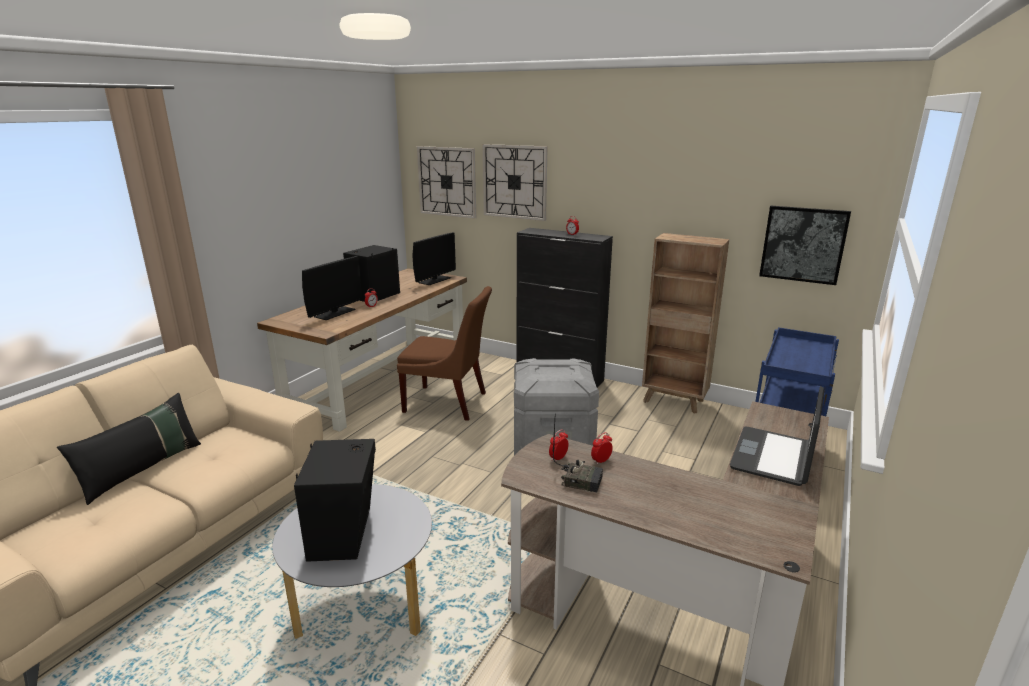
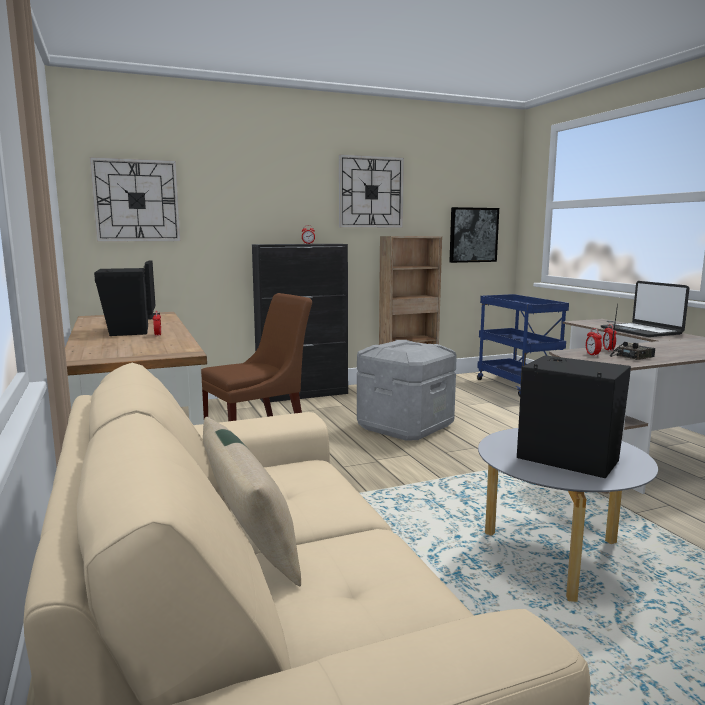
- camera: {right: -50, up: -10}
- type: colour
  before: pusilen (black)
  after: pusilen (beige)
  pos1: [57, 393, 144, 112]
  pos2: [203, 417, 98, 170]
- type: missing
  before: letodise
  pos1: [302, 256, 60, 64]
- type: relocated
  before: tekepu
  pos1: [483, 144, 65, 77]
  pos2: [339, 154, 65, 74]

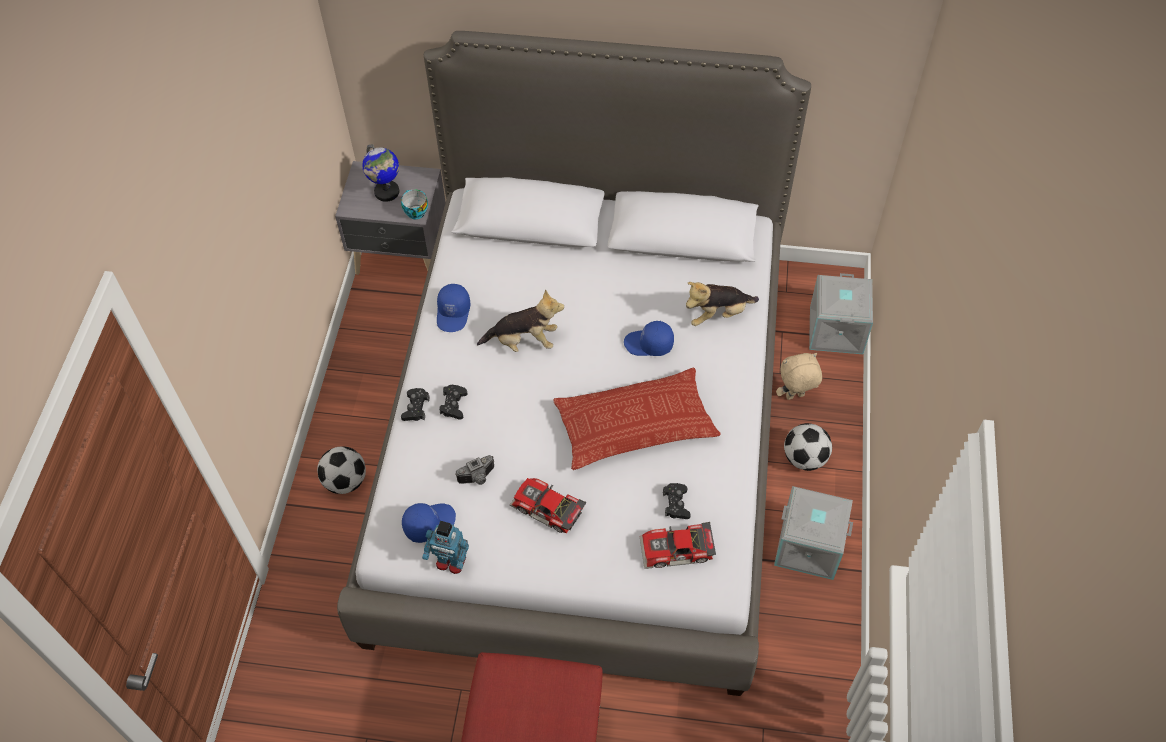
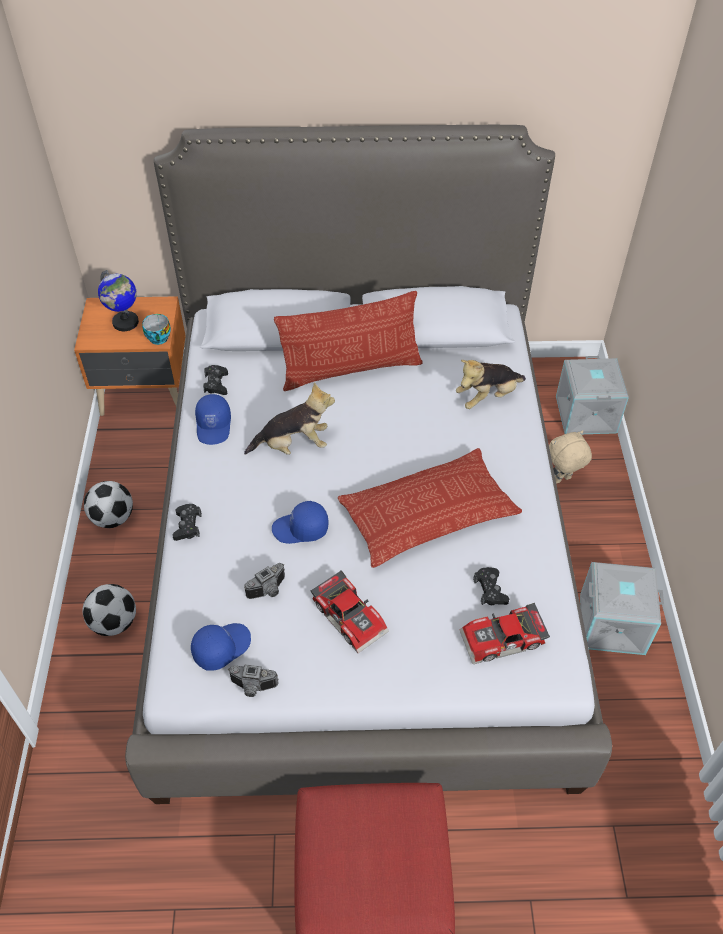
- camera: {right: -10, up: -5}
- type: colour
  before: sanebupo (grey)
  after: sanebupo (orange)
  pos1: [335, 161, 111, 114]
  pos2: [74, 296, 112, 120]
- type: exchanged
  before: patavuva
  after: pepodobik
  pos1: [422, 521, 47, 53]
  pos2: [228, 664, 51, 33]
- type: relocated
  before: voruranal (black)
  pos1: [439, 385, 29, 34]
  pos2: [203, 365, 25, 30]
- type: spun
  before: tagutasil
  pos1: [510, 478, 76, 55]
  pos2: [310, 570, 79, 83]
  turn: -150
- type: relocated
  before: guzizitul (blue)
  pos1: [624, 321, 50, 35]
  pos2: [272, 501, 56, 43]
- type: relocated
  before: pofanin
  pos1: [784, 423, 48, 48]
  pos2: [84, 481, 49, 47]
- type: appeared
  after: pusilen
  pos2: [274, 291, 149, 100]

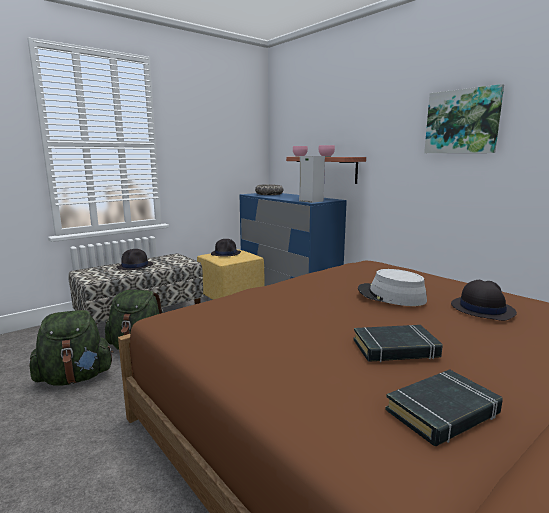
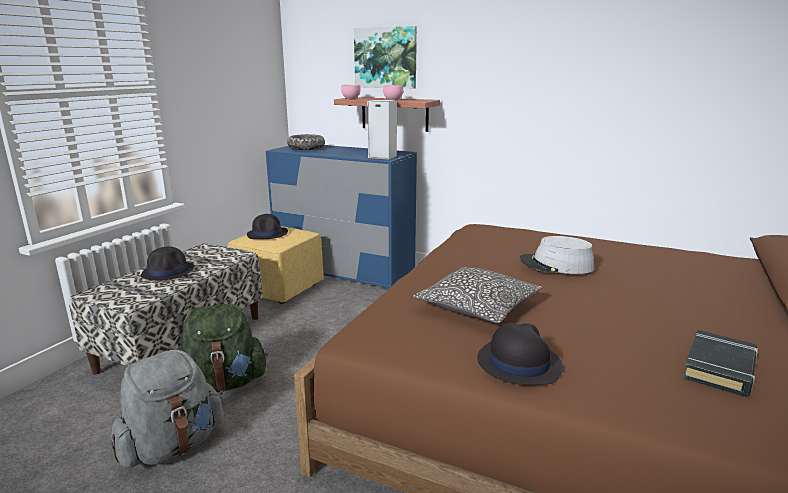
- camera: {right: -25, up: 5}
- type: colour
  before: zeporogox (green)
  after: zeporogox (grey)
  pos1: [29, 310, 85, 76]
  pos2: [111, 350, 113, 118]
- type: missing
  before: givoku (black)
  pos1: [353, 325, 90, 37]
- type: relocated
  before: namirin
  pos1: [424, 84, 80, 69]
  pos2: [354, 26, 63, 63]
- type: relocated
  before: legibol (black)
  pos1: [451, 280, 66, 41]
  pos2: [477, 323, 86, 62]
- type: appeared
  after: pusilen
  pos2: [413, 267, 129, 56]

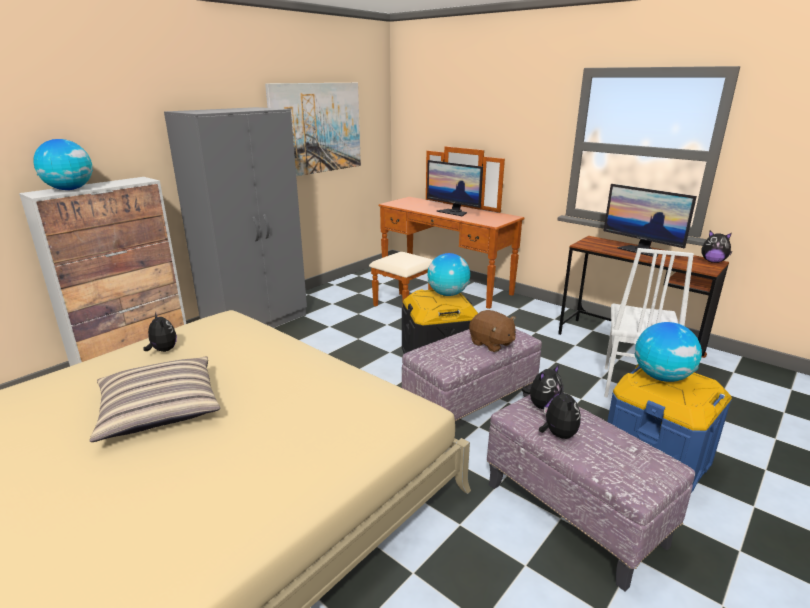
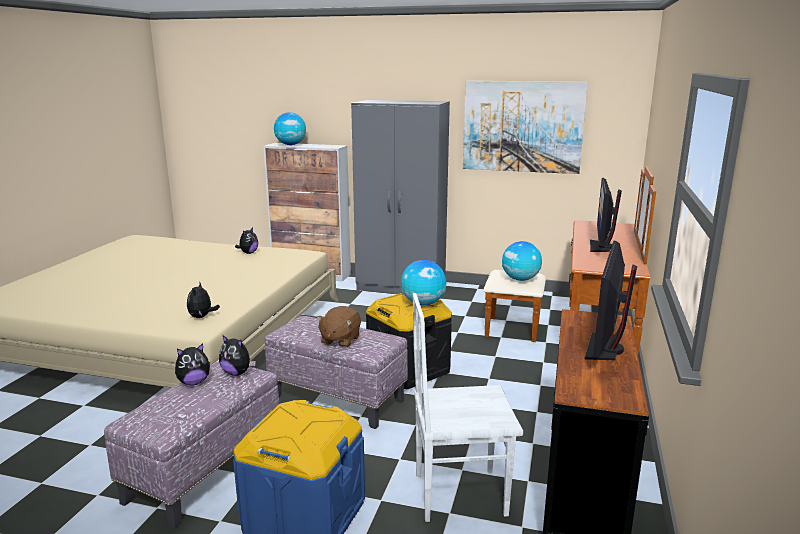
- camera: {right: 65, up: -5}
- type: missing
  before: pusilen
  pos1: [90, 356, 130, 86]
- type: relocated
  before: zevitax
  pos1: [634, 322, 68, 60]
  pos2: [502, 241, 40, 40]
- type: relocated
  before: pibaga
  pos1: [702, 231, 30, 32]
  pos2: [187, 283, 33, 35]

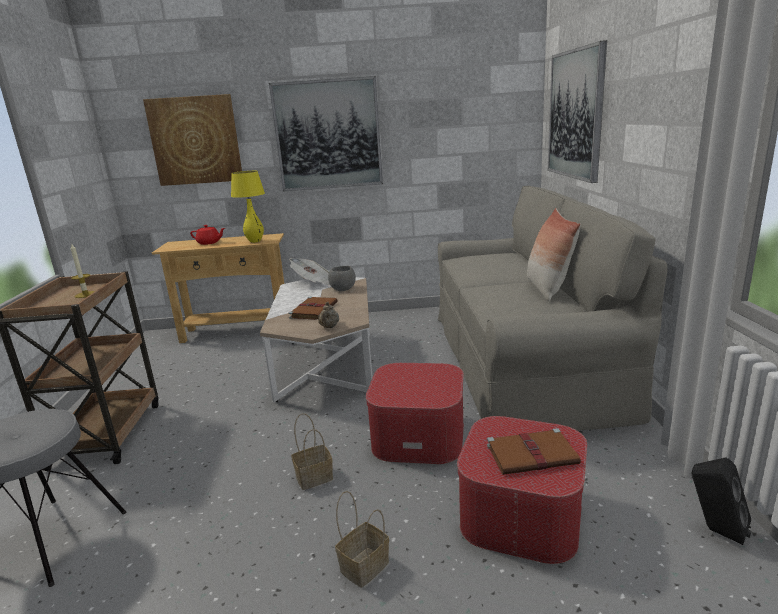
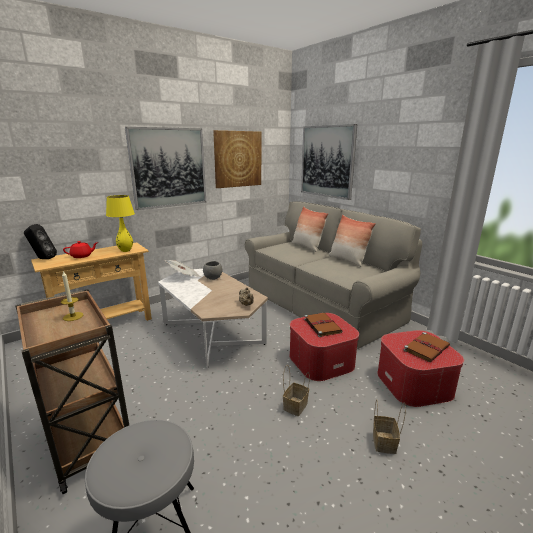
- camera: {right: -35, up: 0}
- type: relocated
  before: namirin
  pos1: [143, 94, 99, 92]
  pos2: [213, 130, 48, 58]
- type: relocated
  before: givoku (brown)
  pos1: [288, 297, 50, 23]
  pos2: [304, 313, 39, 24]
- type: relocated
  before: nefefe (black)
  pos1: [692, 457, 59, 88]
  pos2: [24, 224, 33, 35]
- type: appeared
  after: pusilen
  pos2: [292, 206, 37, 46]

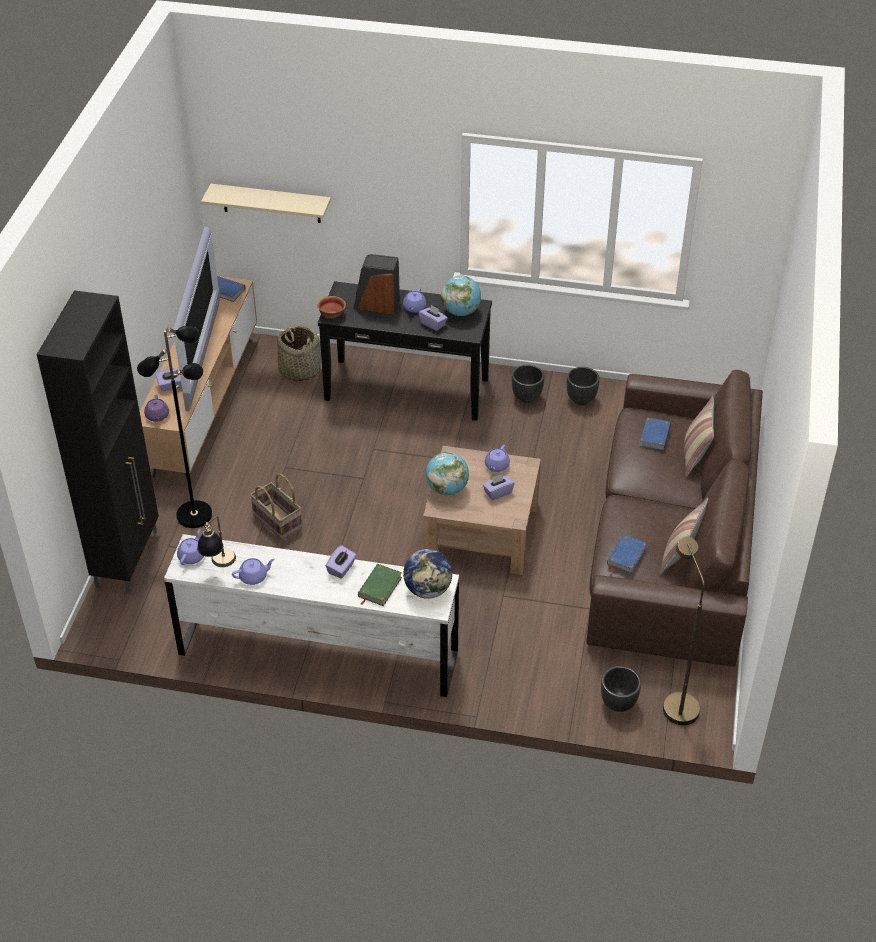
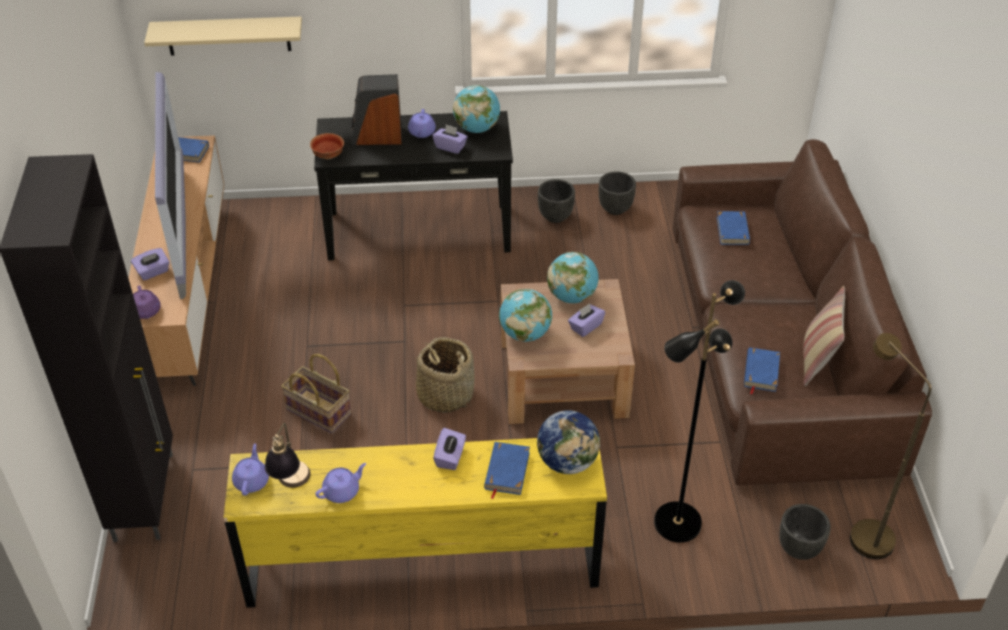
- camera: {right: -15, up: 0}
- type: relocated
  before: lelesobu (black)
  pos1: [137, 326, 75, 202]
  pos2: [654, 280, 91, 263]
- type: colour
  before: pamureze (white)
  after: pamureze (yellow)
  pos1: [164, 534, 295, 163]
  pos2: [223, 438, 384, 170]
- type: relocated
  before: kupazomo
  pos1: [277, 325, 44, 57]
  pos2: [416, 337, 58, 76]
- type: colour
  before: givoku (green)
  after: givoku (blue)
  pos1: [358, 564, 44, 42]
  pos2: [484, 442, 46, 57]
- type: exchanged
  before: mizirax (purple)
  after: zevitax
  pos1: [485, 445, 25, 27]
  pos2: [547, 252, 52, 51]
- type: missing
  before: pusilen
  pos1: [684, 396, 30, 81]

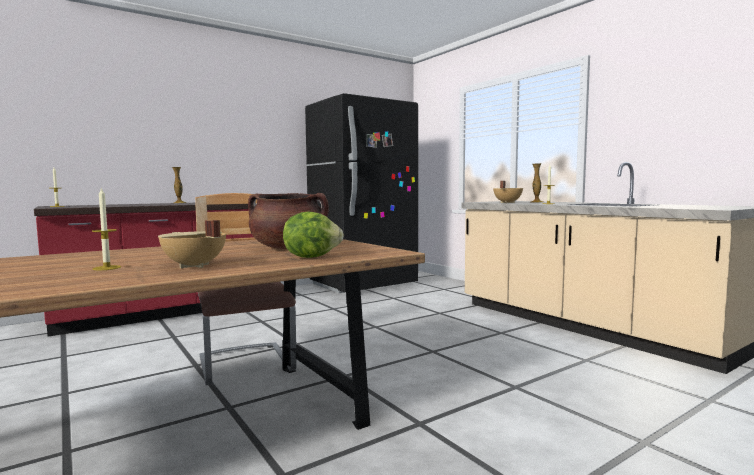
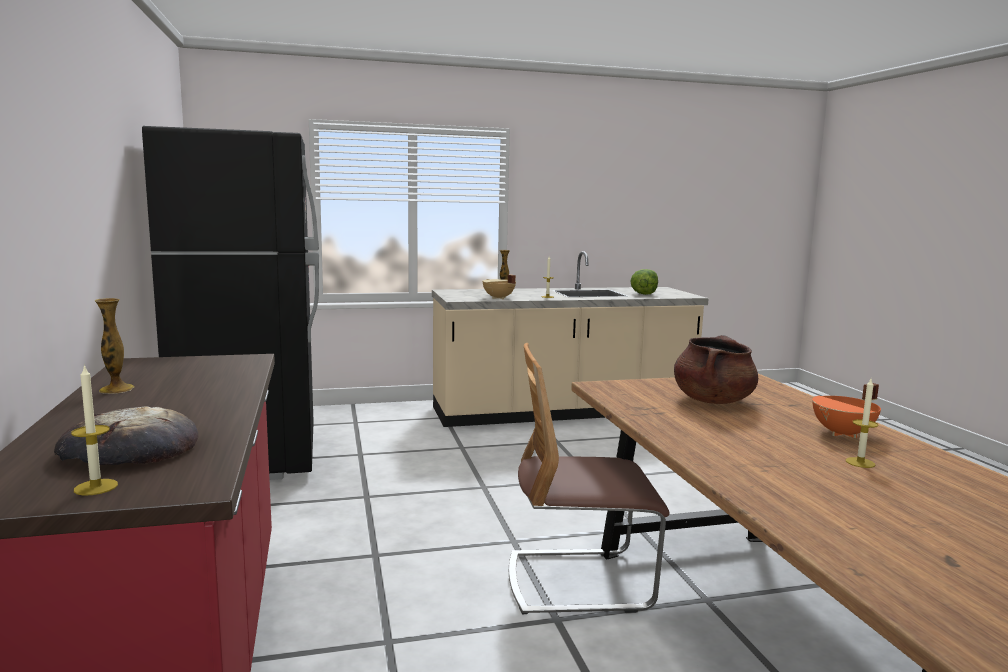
- camera: {right: -70, up: 5}
- type: colour
  before: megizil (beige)
  after: megizil (orange)
  pos1: [158, 220, 68, 48]
  pos2: [812, 383, 69, 55]
- type: relocated
  before: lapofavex
  pos1: [283, 211, 61, 47]
  pos2: [630, 269, 28, 26]
- type: appeared
  after: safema
  pos2: [54, 406, 144, 59]

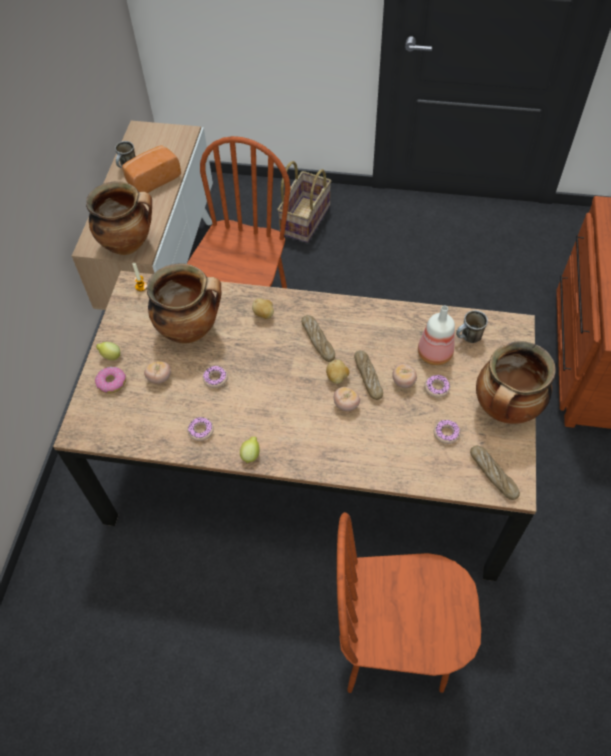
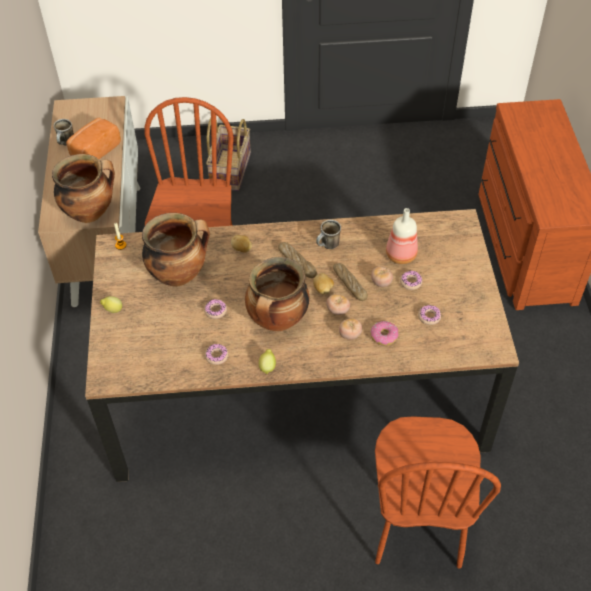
- camera: {right: -15, up: -5}
- type: relocated
  before: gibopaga
  pos1: [95, 367, 31, 26]
  pos2: [371, 321, 28, 25]
- type: relocated
  before: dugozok
  pos1: [144, 361, 27, 23]
  pos2: [339, 318, 23, 22]
- type: spun
  before: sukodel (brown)
  pos1: [337, 512, 144, 181]
  pos2: [375, 416, 126, 153]
  turn: -75
- type: relocated
  before: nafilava
  pos1: [456, 310, 32, 33]
  pos2: [316, 220, 25, 29]
- type: missing
  before: safema
  pos1: [470, 446, 50, 54]
- type: relocated
  before: megizil
  pos1: [476, 341, 80, 83]
  pos2: [245, 257, 64, 74]

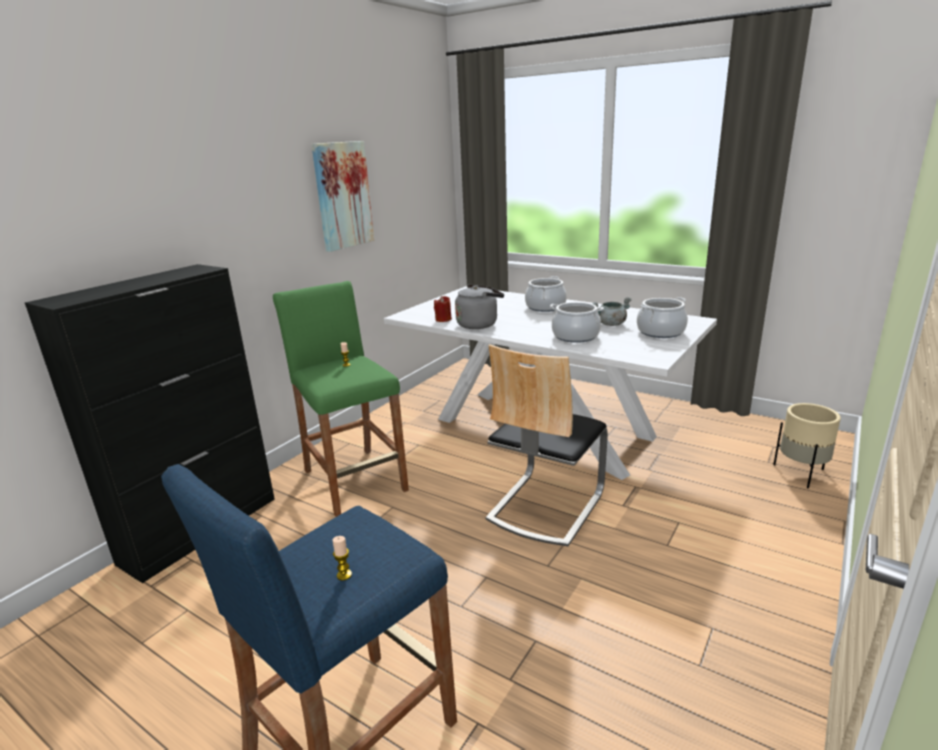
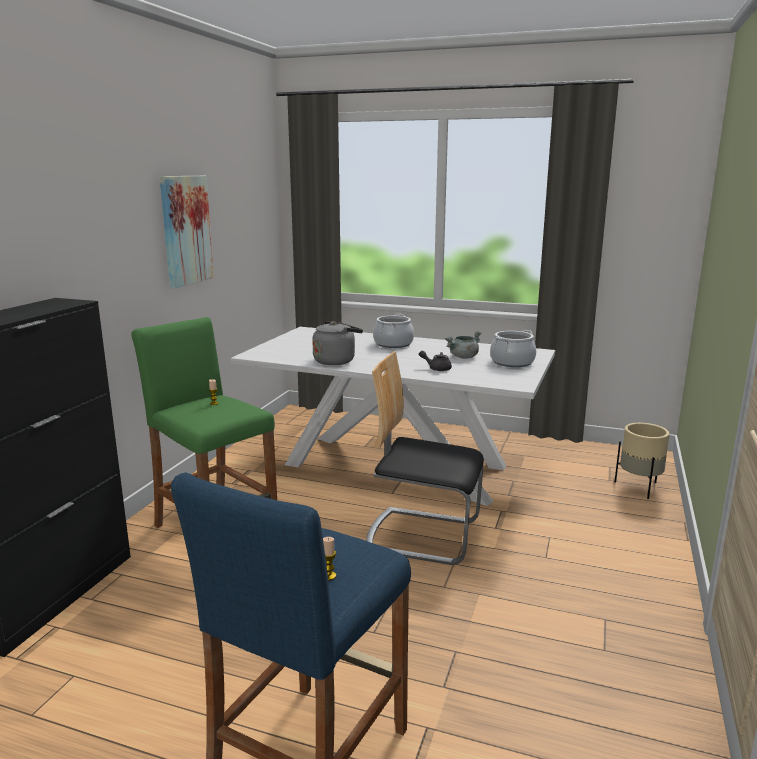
- camera: {right: -15, up: -5}
- type: missing
  before: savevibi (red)
  pos1: [434, 296, 18, 26]
- type: spun
  before: sukodel
  pos1: [486, 344, 122, 202]
  pos2: [366, 351, 118, 214]
  turn: 90
- type: exchanged
  before: megizil
  after: mizirax (grey)
  pos1: [550, 302, 54, 41]
  pos2: [419, 351, 33, 20]

